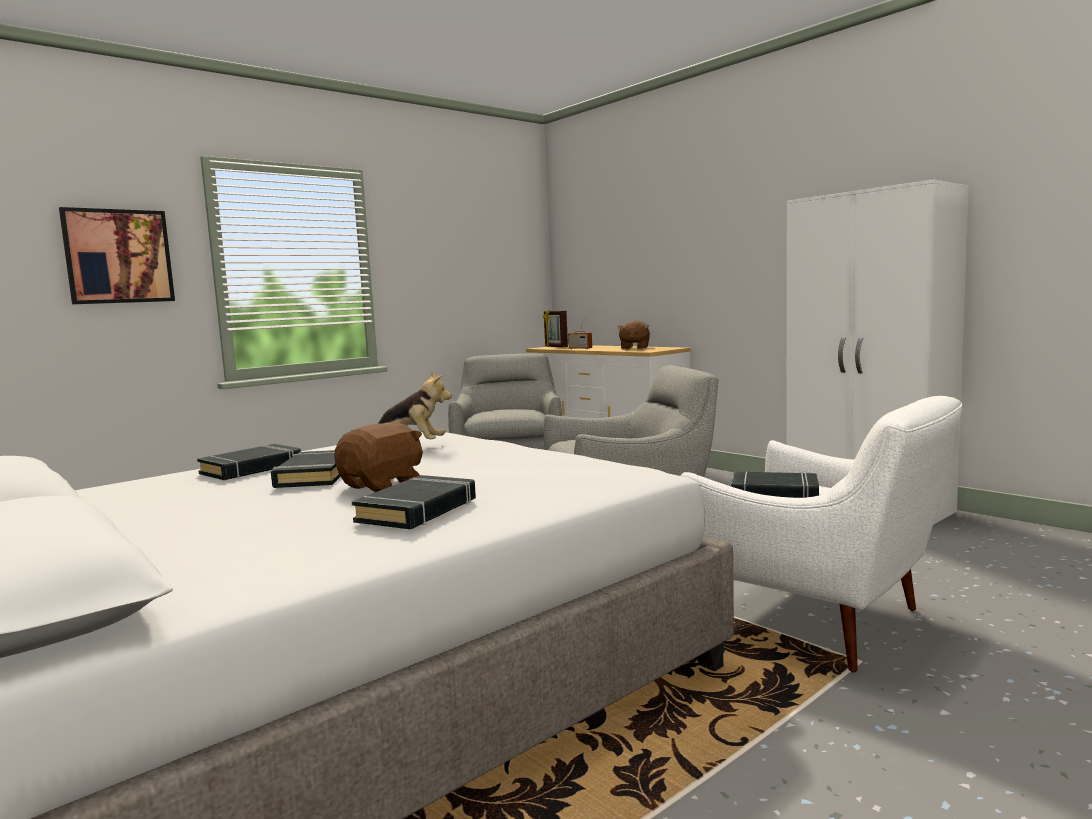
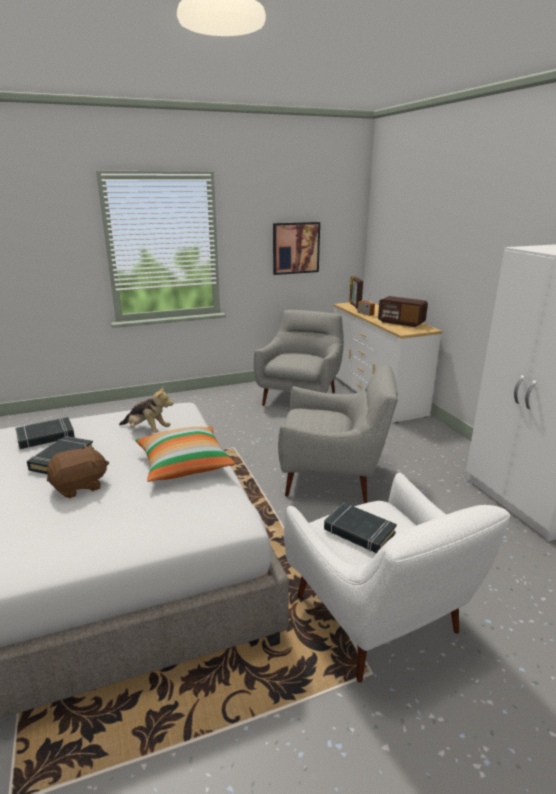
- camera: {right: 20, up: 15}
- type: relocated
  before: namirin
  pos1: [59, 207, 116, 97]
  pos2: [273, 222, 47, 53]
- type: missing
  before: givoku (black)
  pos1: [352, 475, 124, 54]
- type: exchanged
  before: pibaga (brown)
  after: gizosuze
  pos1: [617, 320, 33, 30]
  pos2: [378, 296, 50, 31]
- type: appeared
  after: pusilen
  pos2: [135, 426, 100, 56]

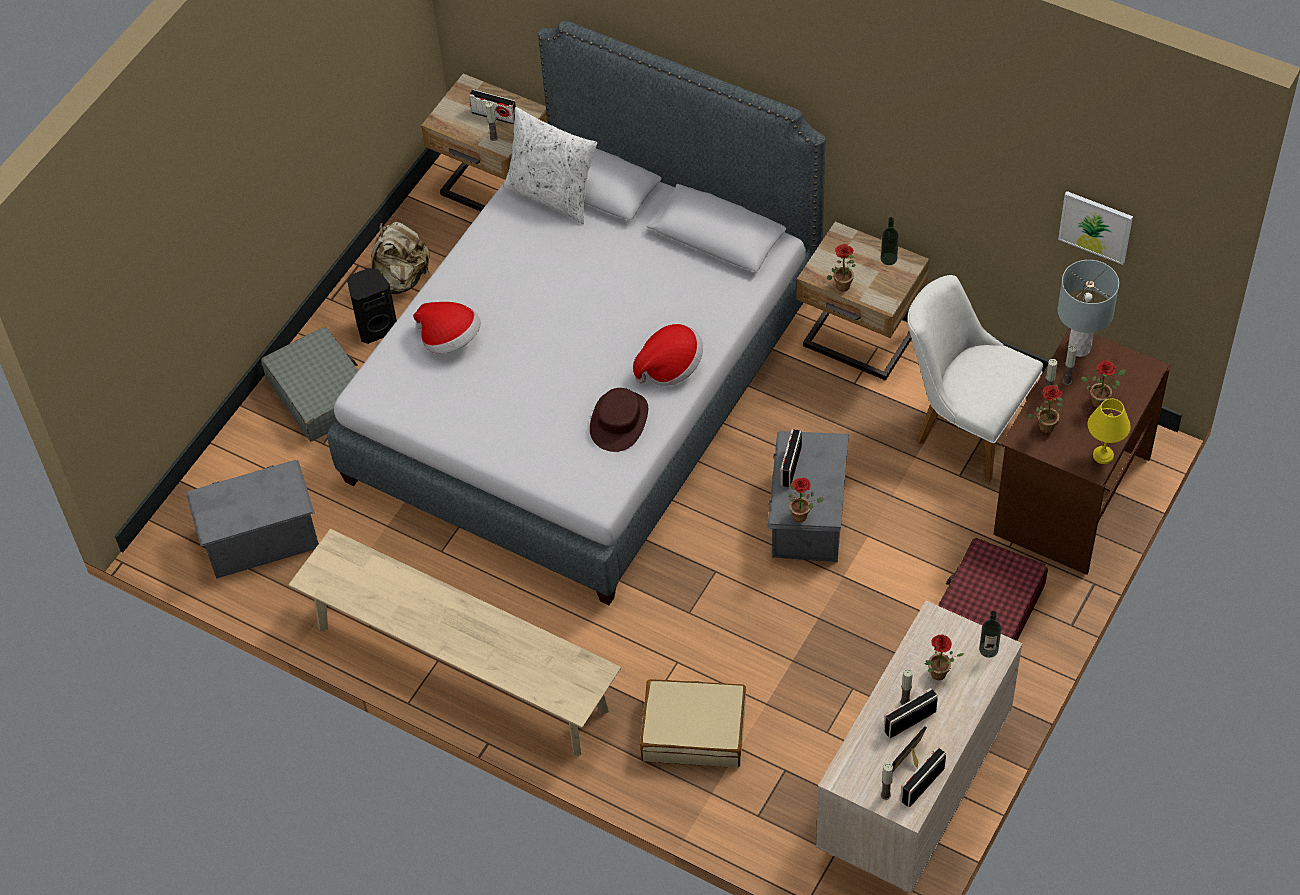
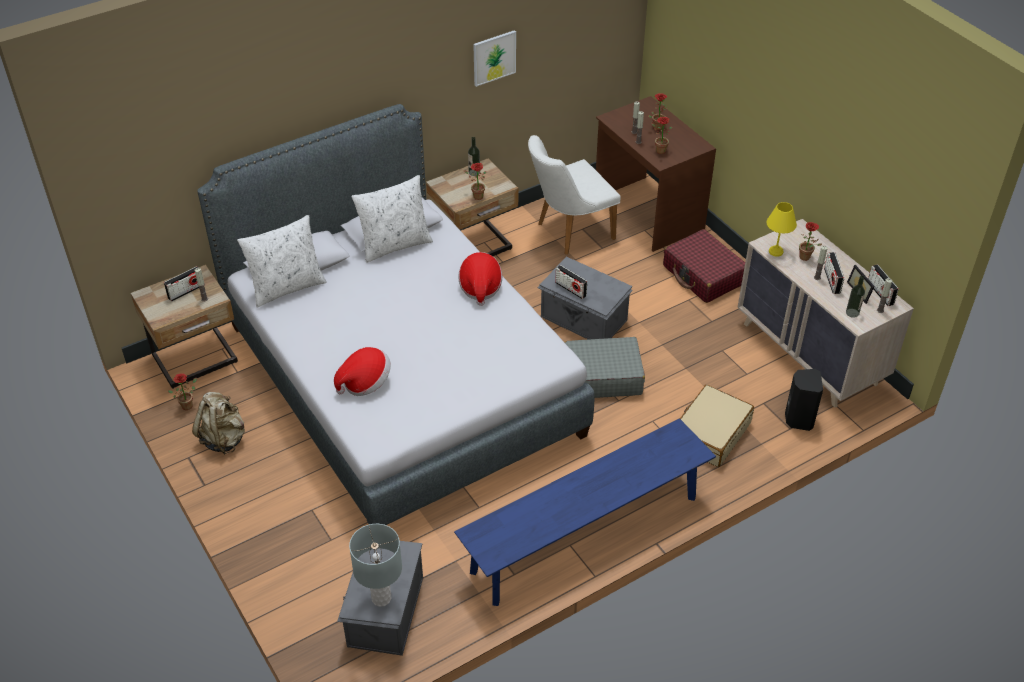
- camera: {right: -65, up: -10}
- type: relocated
  before: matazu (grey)
  pos1: [261, 326, 97, 116]
  pos2: [564, 337, 81, 61]
- type: colour
  before: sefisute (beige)
  after: sefisute (blue)
  pos1: [289, 529, 332, 227]
  pos2: [454, 418, 262, 188]
- type: relocated
  before: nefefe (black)
  pos1: [347, 268, 50, 76]
  pos2: [785, 369, 38, 62]
- type: missing
  before: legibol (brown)
  pos1: [590, 388, 58, 64]
- type: relocated
  before: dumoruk
  pos1: [788, 477, 36, 45]
  pos2: [168, 373, 29, 37]
- type: relocated
  before: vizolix
  pos1: [979, 611, 22, 47]
  pos2: [846, 275, 19, 43]
- type: relocated
  before: namirin
  pos1: [1058, 191, 75, 74]
  pos2: [473, 30, 43, 57]
- type: relocated
  before: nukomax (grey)
  pos1: [1058, 260, 61, 97]
  pos2: [349, 524, 53, 83]
- type: relocated
  before: nukomax (yellow)
  pos1: [1088, 398, 43, 66]
  pos2: [767, 202, 30, 55]
- type: appeared
  after: pusilen (white)
  pos2: [351, 175, 82, 88]

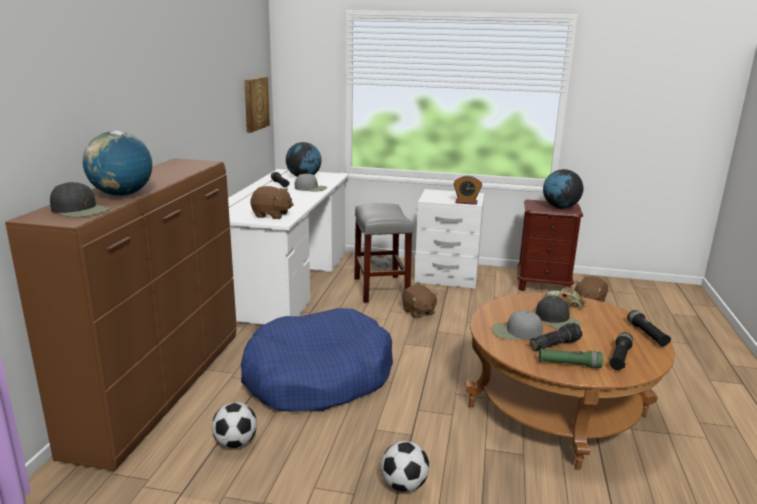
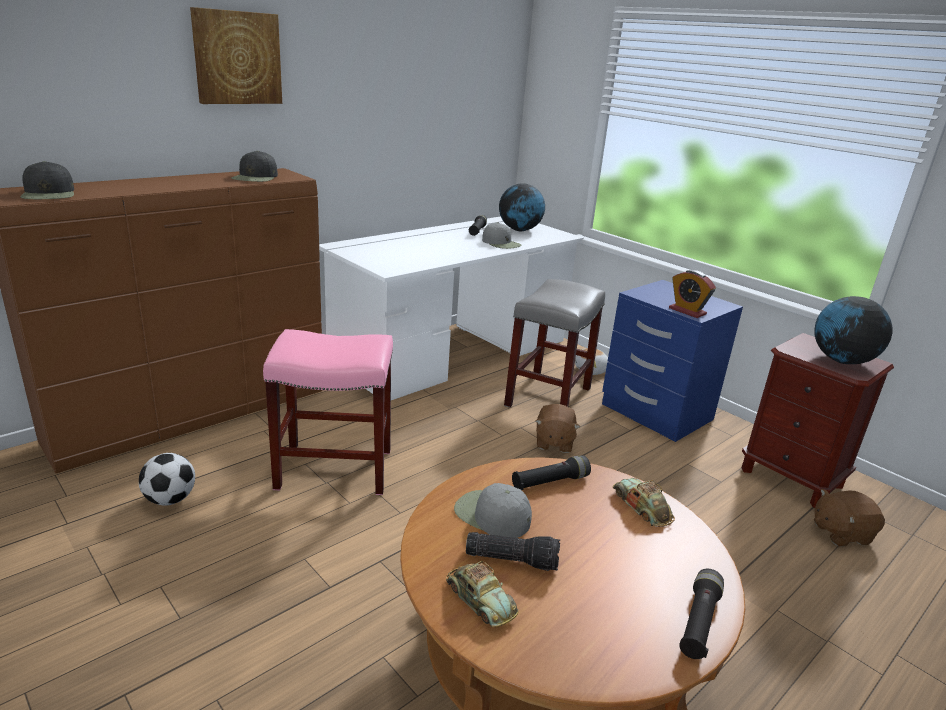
- camera: {right: 35, up: 5}
- type: missing
  before: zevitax
  pos1: [83, 131, 69, 65]
- type: exchanged
  before: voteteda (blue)
  after: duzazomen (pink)
  pos1: [241, 308, 152, 103]
  pos2: [263, 329, 130, 166]
- type: relocated
  before: namirin
  pos1: [244, 76, 26, 57]
  pos2: [190, 7, 92, 97]
- type: missing
  before: pibaga (brown)
  pos1: [250, 186, 44, 33]
- type: missing
  before: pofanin
  pos1: [381, 441, 48, 51]
- type: colour
  before: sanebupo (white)
  after: sanebupo (blue)
  pos1: [415, 189, 69, 99]
  pos2: [602, 280, 141, 162]
- type: relocated
  before: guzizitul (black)
  pos1: [536, 296, 45, 33]
  pos2: [231, 151, 47, 31]
- type: exchanged
  before: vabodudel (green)
  after: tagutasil
  pos1: [539, 348, 64, 20]
  pos2: [446, 561, 73, 66]
- type: relocated
  before: vabodudel (black)
  pos1: [610, 332, 23, 38]
  pos2: [512, 455, 79, 35]

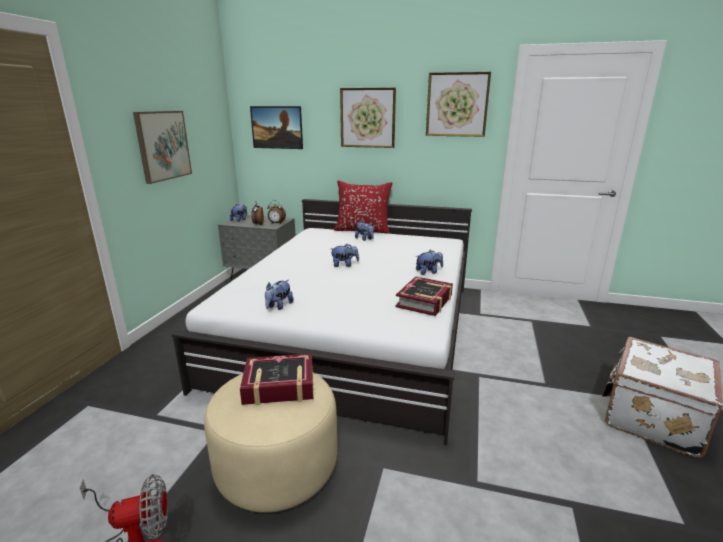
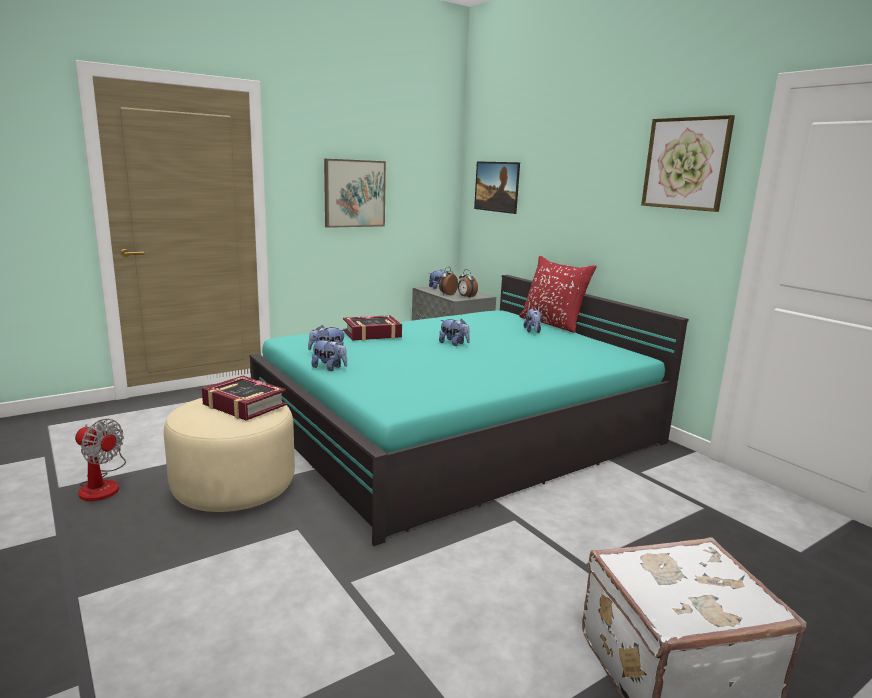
- camera: {right: 40, up: -5}
- type: colour
  before: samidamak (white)
  after: samidamak (turquoise)
  pos1: [172, 199, 300, 246]
  pos2: [249, 275, 440, 271]
- type: missing
  before: namirin
  pos1: [340, 88, 56, 60]
- type: relocated
  before: givoku
  pos1: [395, 276, 58, 40]
  pos2: [343, 315, 59, 26]
- type: relocated
  before: pibaga
  pos1: [416, 250, 27, 25]
  pos2: [311, 339, 36, 32]

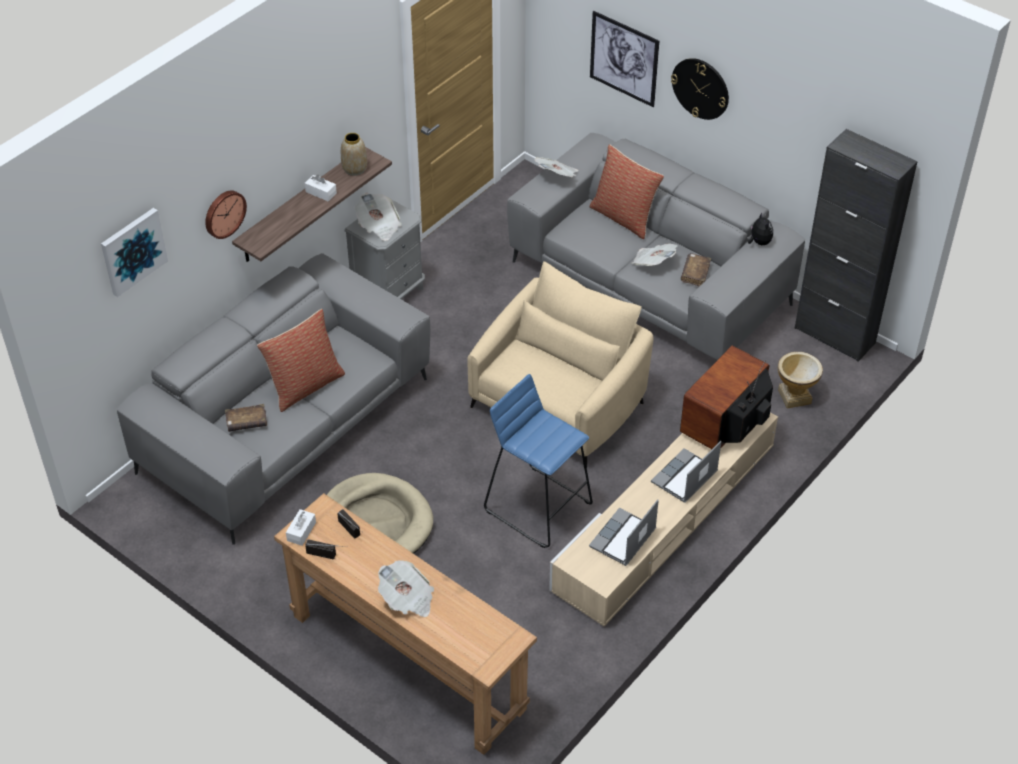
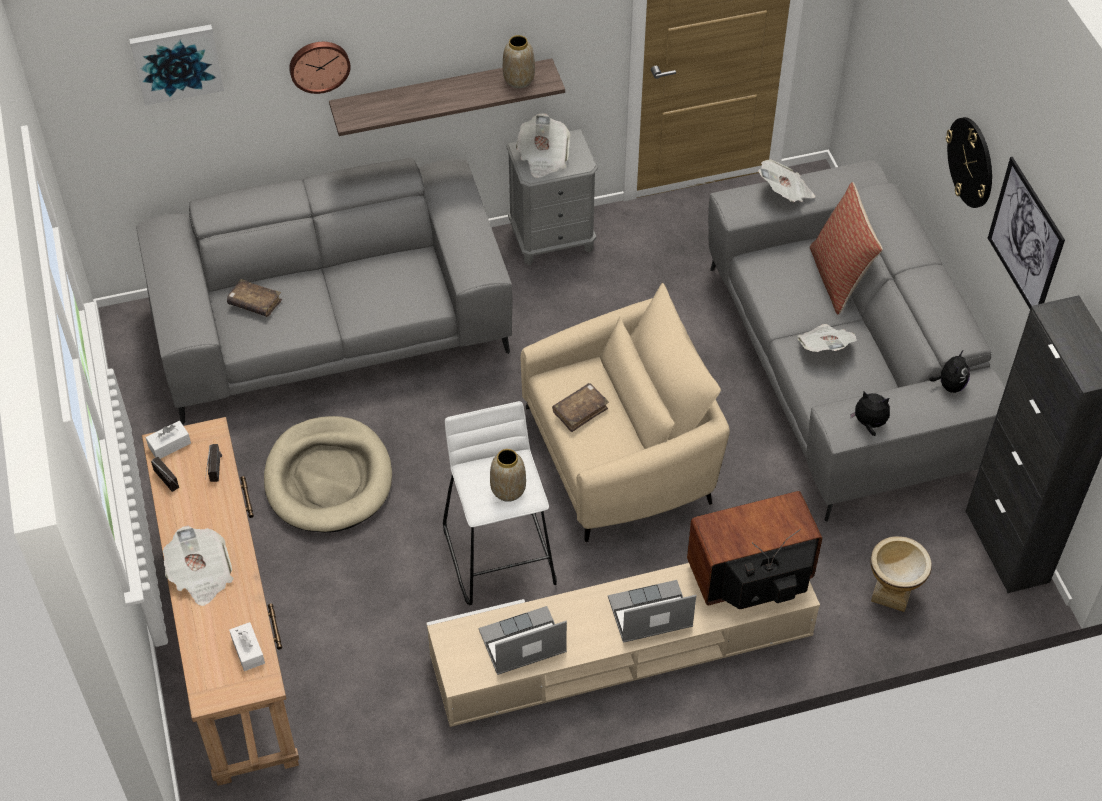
- camera: {right: 35, up: 5}
- type: missing
  before: pusilen
  pos1: [257, 309, 88, 103]
- type: relocated
  before: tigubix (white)
  pos1: [305, 175, 32, 26]
  pos2: [229, 622, 36, 49]
- type: colour
  before: duzazomen (blue)
  after: duzazomen (white)
  pos1: [484, 374, 109, 174]
  pos2: [443, 401, 114, 204]
- type: relocated
  before: namirin
  pos1: [590, 11, 69, 96]
  pos2: [988, 157, 77, 152]
- type: relocated
  before: givoku (brown)
  pos1: [681, 253, 30, 33]
  pos2: [552, 383, 57, 49]
- type: appeared
  after: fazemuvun
  pos2: [490, 449, 36, 53]
- type: appeared
  after: pibaga
  pos2: [850, 391, 40, 45]

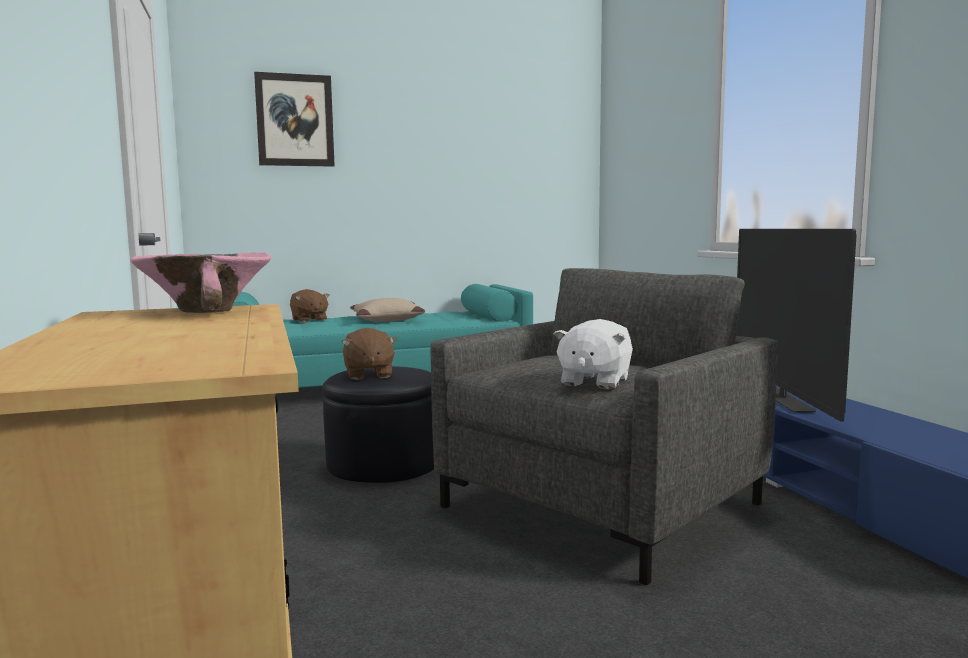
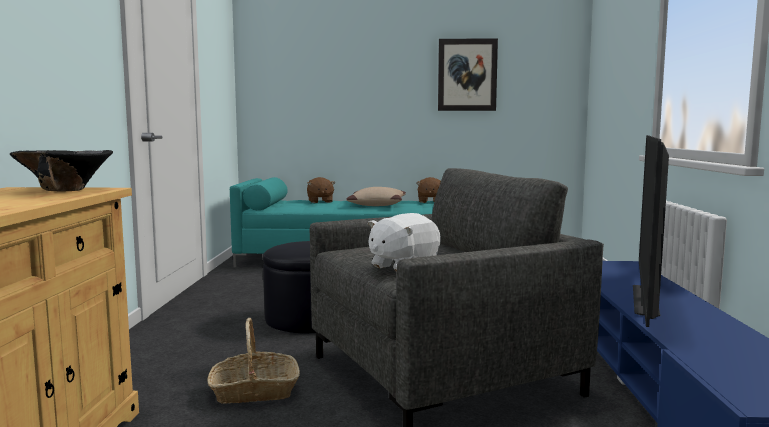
- camera: {right: 20, up: 0}
- type: colour
  before: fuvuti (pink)
  after: fuvuti (black)
  pos1: [130, 253, 141, 60]
  pos2: [10, 150, 103, 41]
- type: relocated
  before: namirin
  pos1: [254, 72, 81, 95]
  pos2: [438, 38, 60, 73]
- type: relocated
  before: pibaga (brown)
  pos1: [342, 328, 55, 52]
  pos2: [416, 177, 25, 26]
- type: appeared
  after: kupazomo
  pos2: [207, 318, 93, 86]

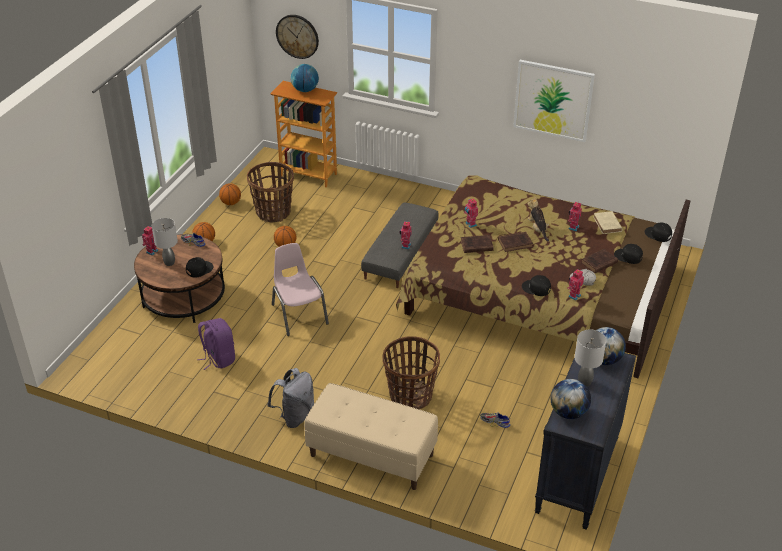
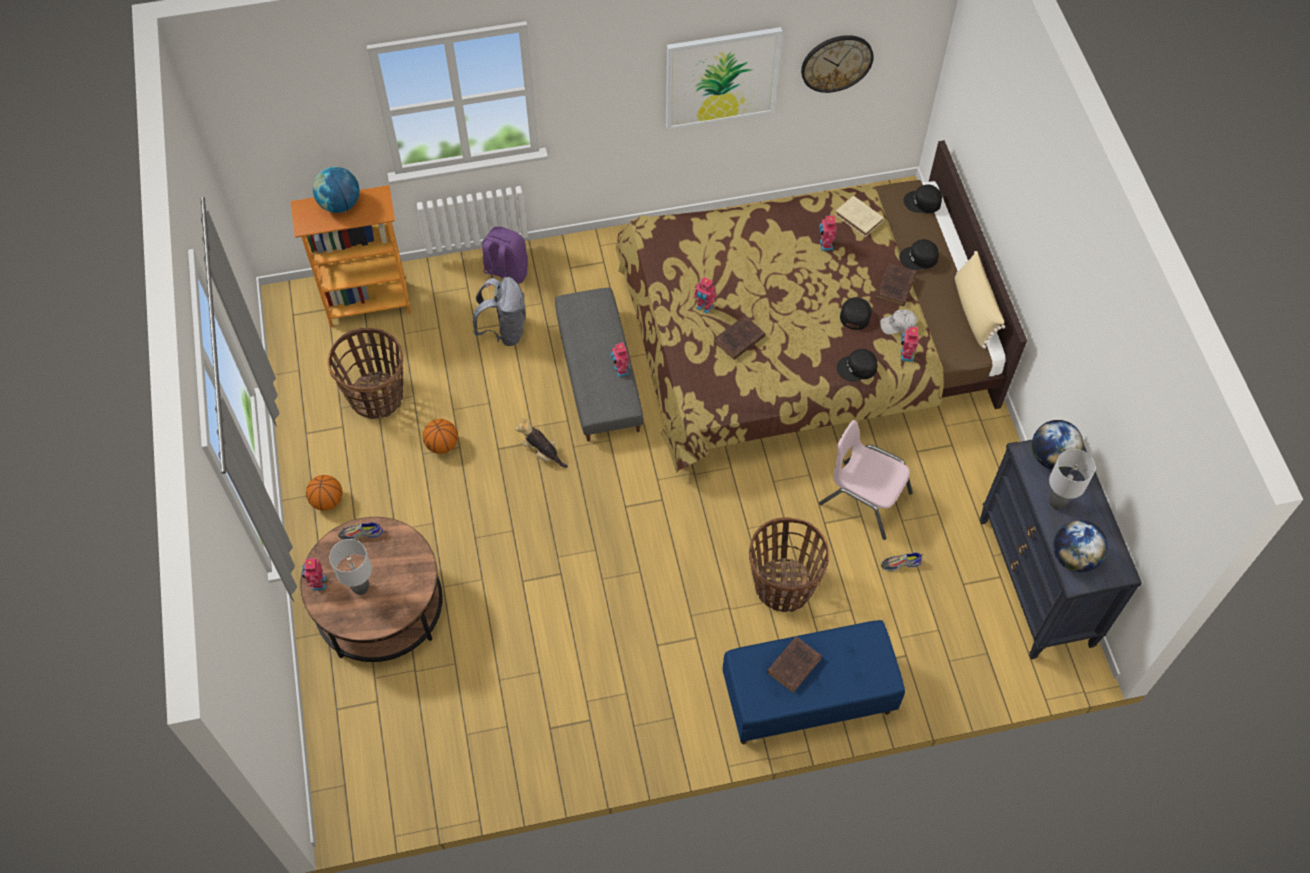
- camera: {right: -35, up: 20}
- type: relocated
  before: guzizitul (black)
  pos1: [186, 257, 27, 20]
  pos2: [840, 297, 32, 33]
- type: relocated
  before: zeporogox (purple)
  pos1: [197, 318, 38, 52]
  pos2: [482, 227, 46, 61]
- type: missing
  before: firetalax
  pos1: [219, 183, 22, 22]
- type: relocated
  before: zeporogox (grey)
  pos1: [267, 368, 47, 60]
  pos2: [473, 277, 53, 69]
- type: relocated
  before: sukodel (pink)
  pos1: [272, 243, 57, 93]
  pos2: [819, 420, 94, 120]
- type: relocated
  before: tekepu
  pos1: [276, 15, 43, 44]
  pos2: [801, 35, 73, 58]
- type: colour
  before: sefisute (beige)
  after: sefisute (blue)
  pos1: [304, 383, 134, 107]
  pos2: [722, 620, 183, 124]
- type: relocated
  before: givoku (brown)
  pos1: [498, 232, 35, 20]
  pos2: [767, 637, 55, 56]
- type: relocated
  before: pibaga
  pos1: [527, 196, 22, 46]
  pos2: [515, 417, 53, 51]
- type: appeared
  after: pusilen (beige)
  pos2: [955, 251, 50, 98]

